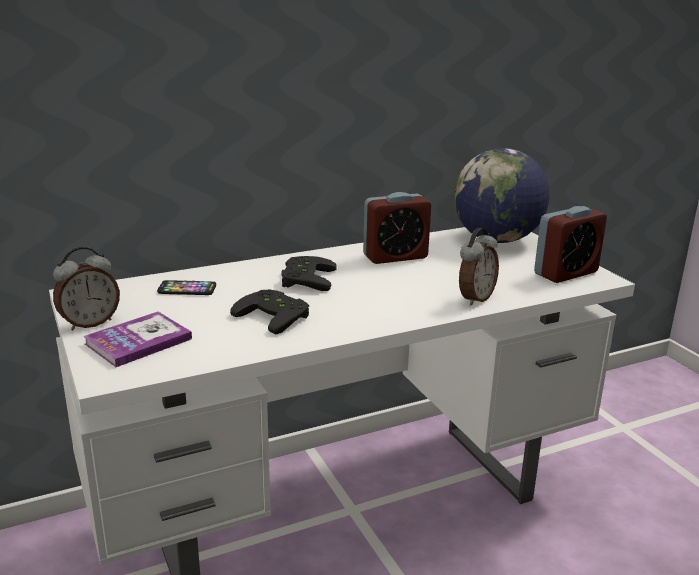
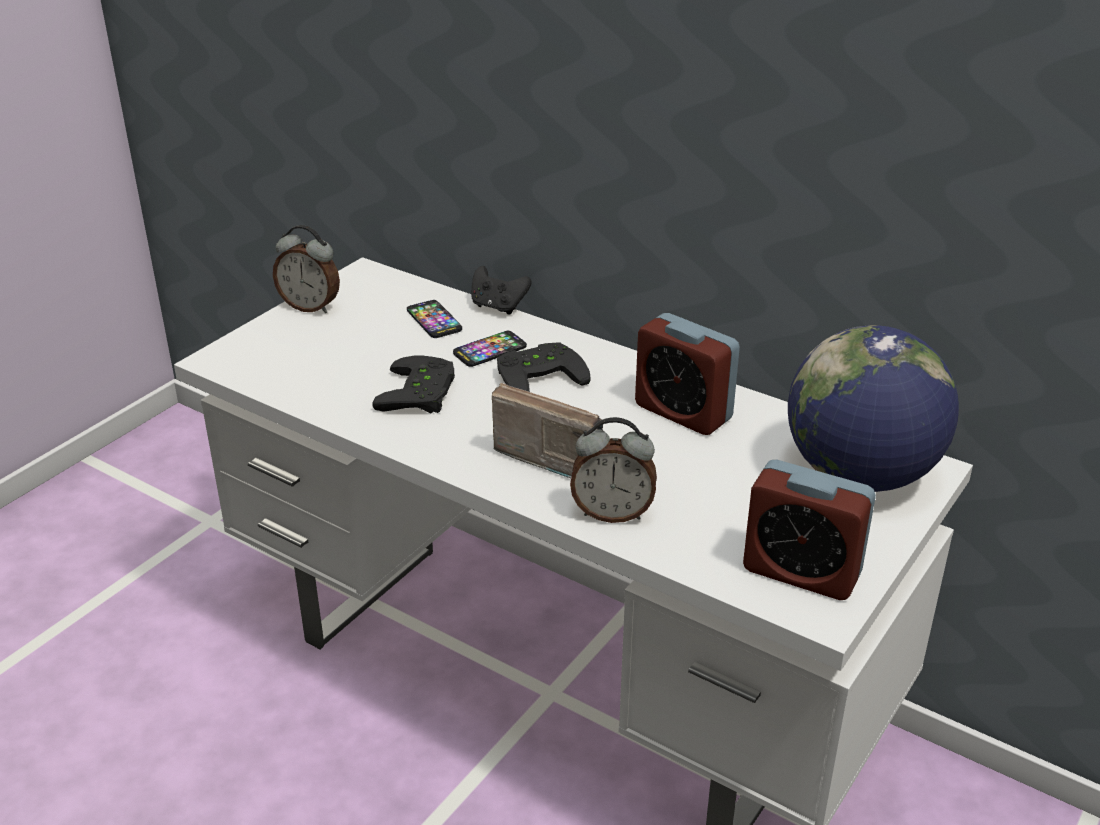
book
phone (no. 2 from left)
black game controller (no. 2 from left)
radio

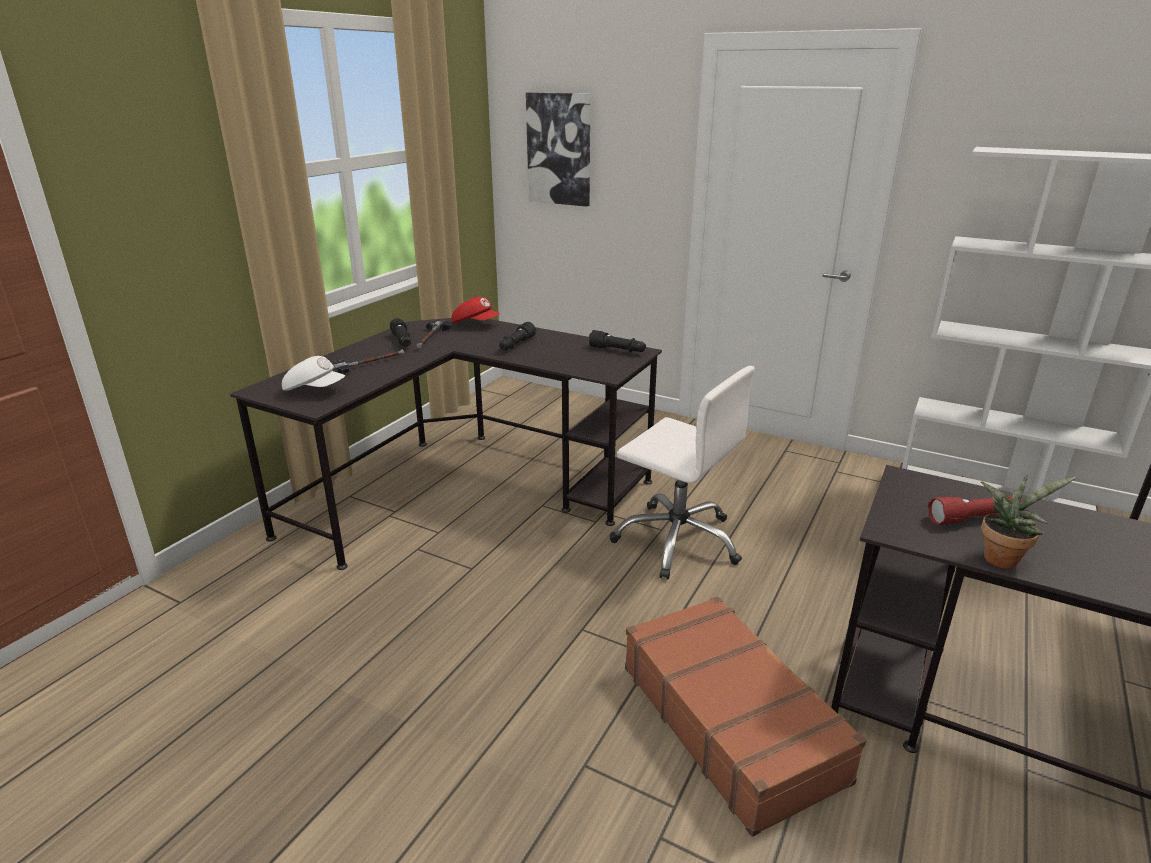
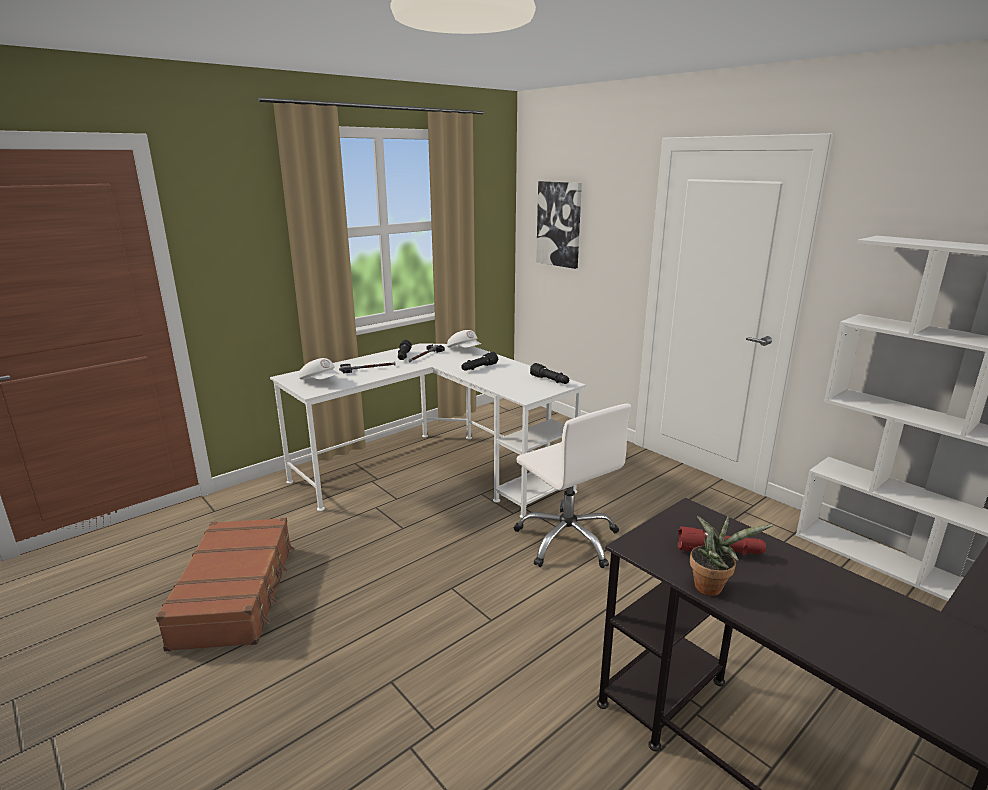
brown suitcase
white desk
white cap (no. 2 from left)

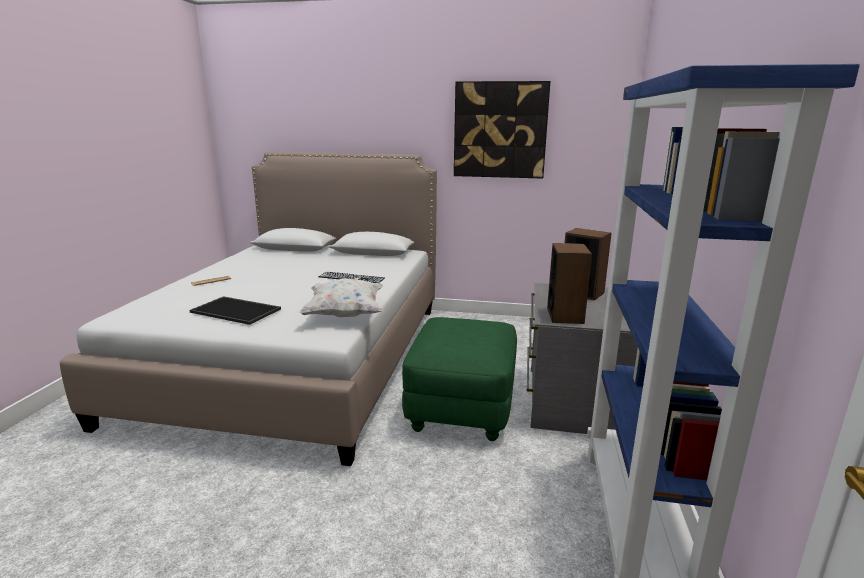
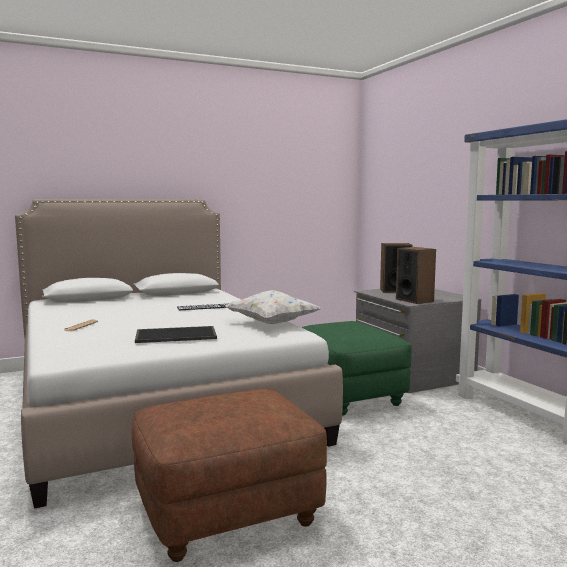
picture
brown ottoman

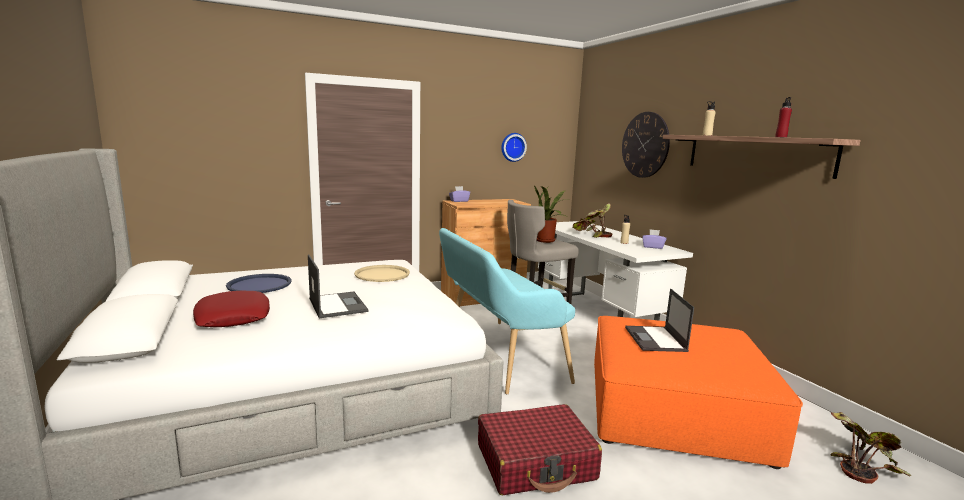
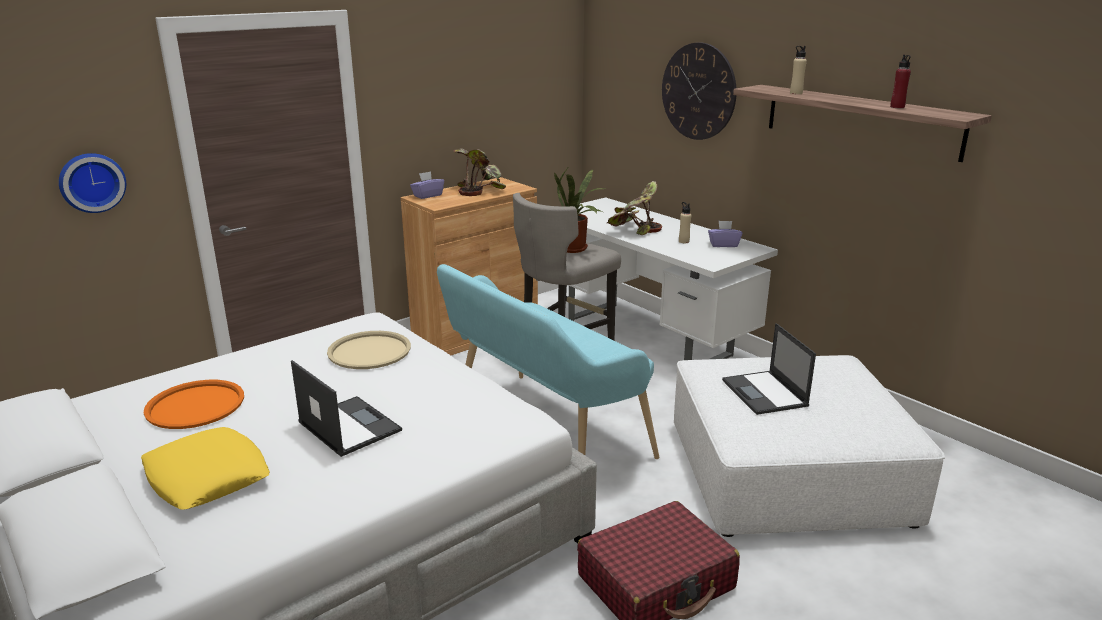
wall clock (no. 1 from left)
potted plant (no. 1 from left)
yellow pillow
orange tray
white ottoman

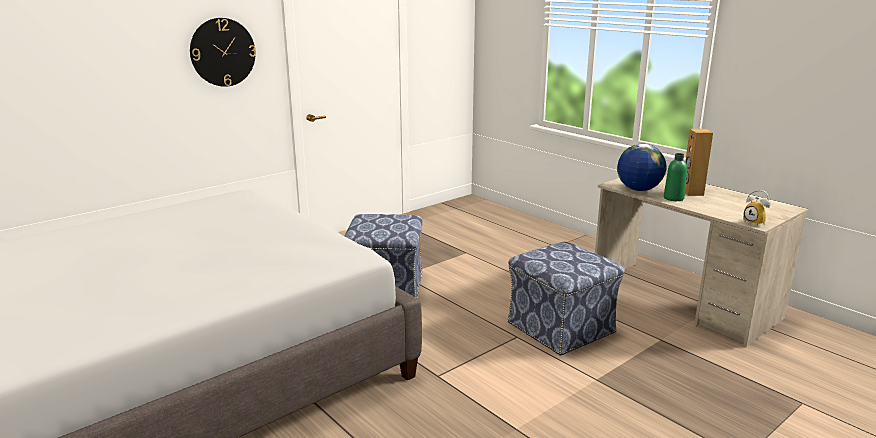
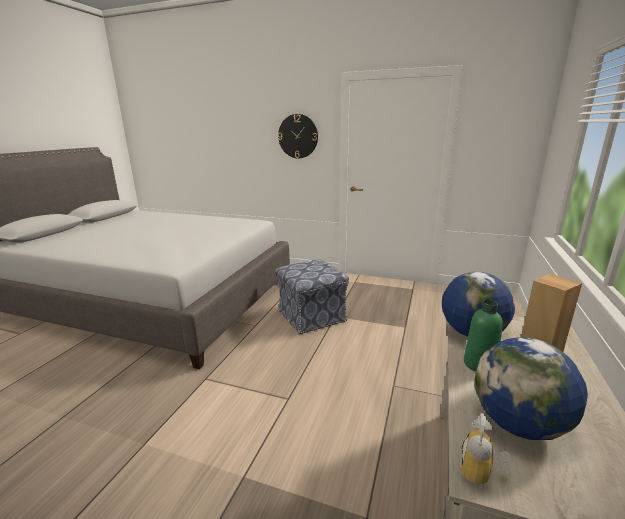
ottoman (no. 2 from left in the first image)
globe (no. 2 from left)

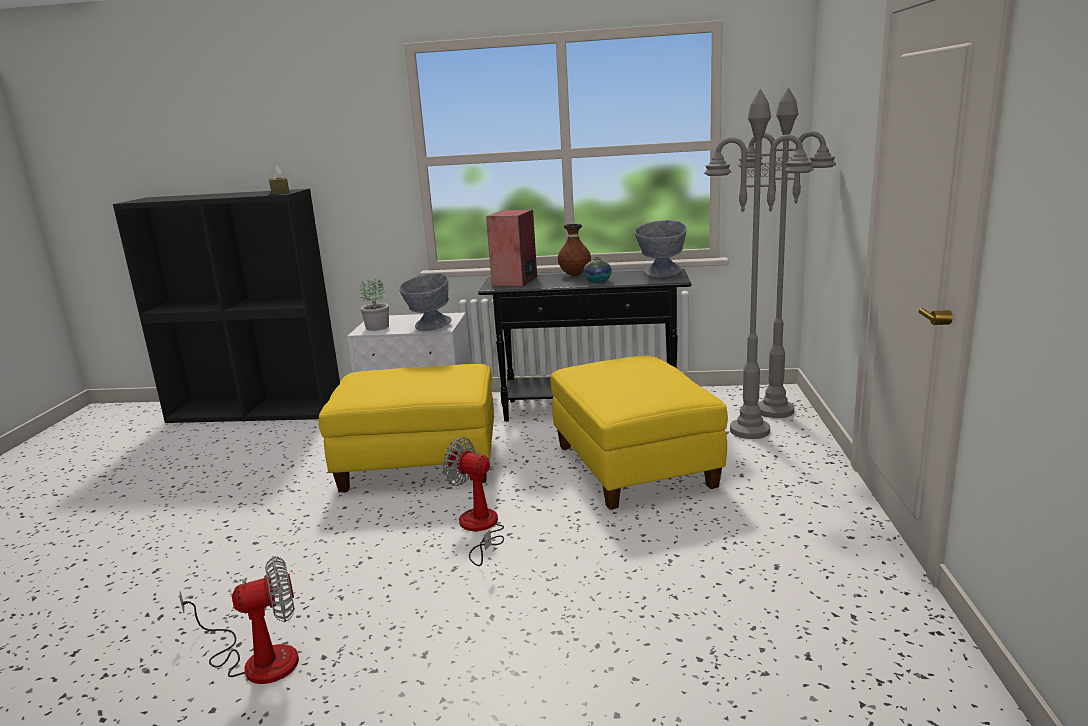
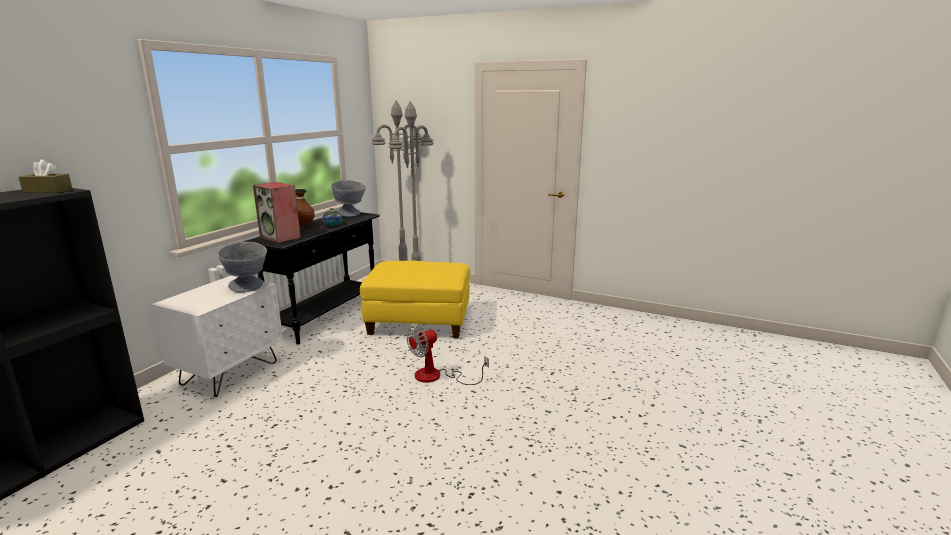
fan (no. 1 from left in the first image)
yellow ottoman (no. 1 from left in the first image)
potted plant

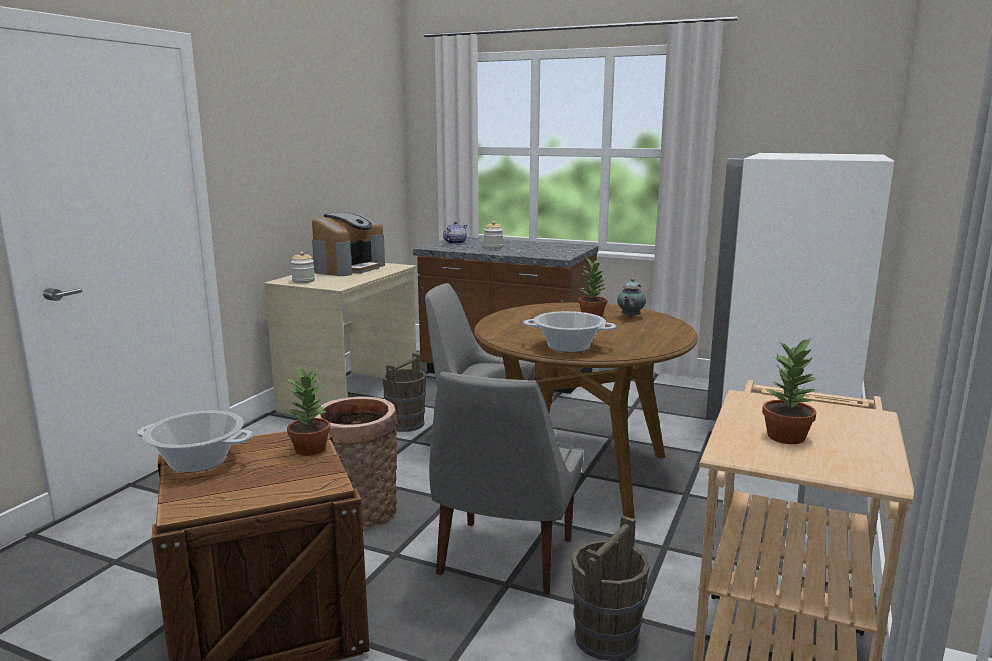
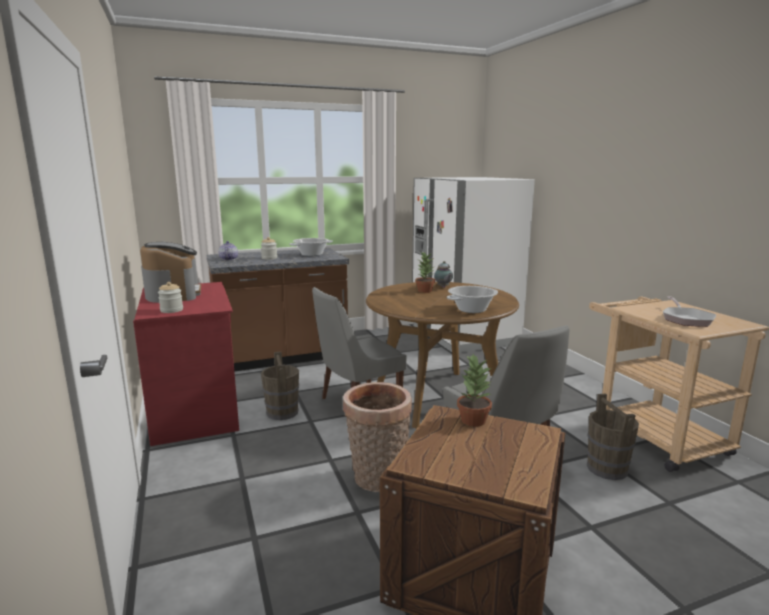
cooking pot (no. 1 from left)
frying pan
red desk

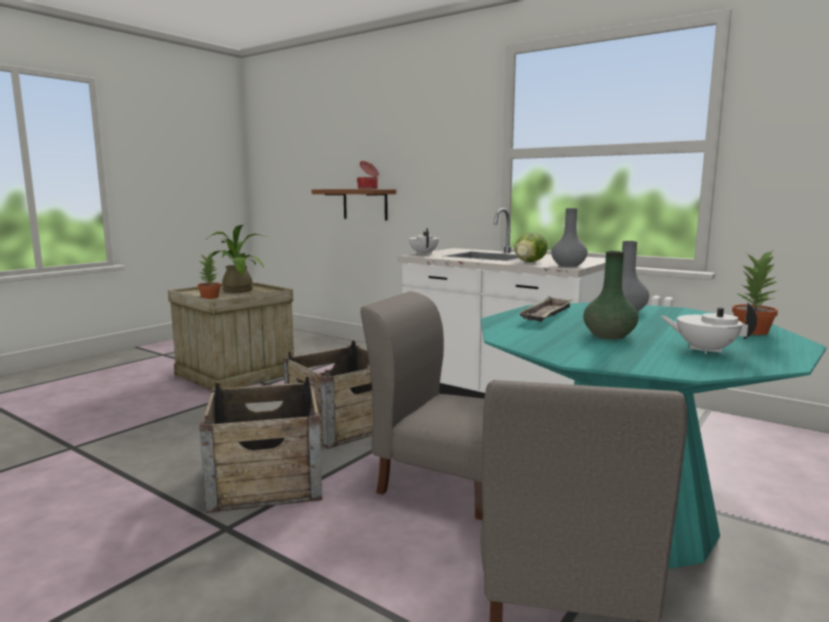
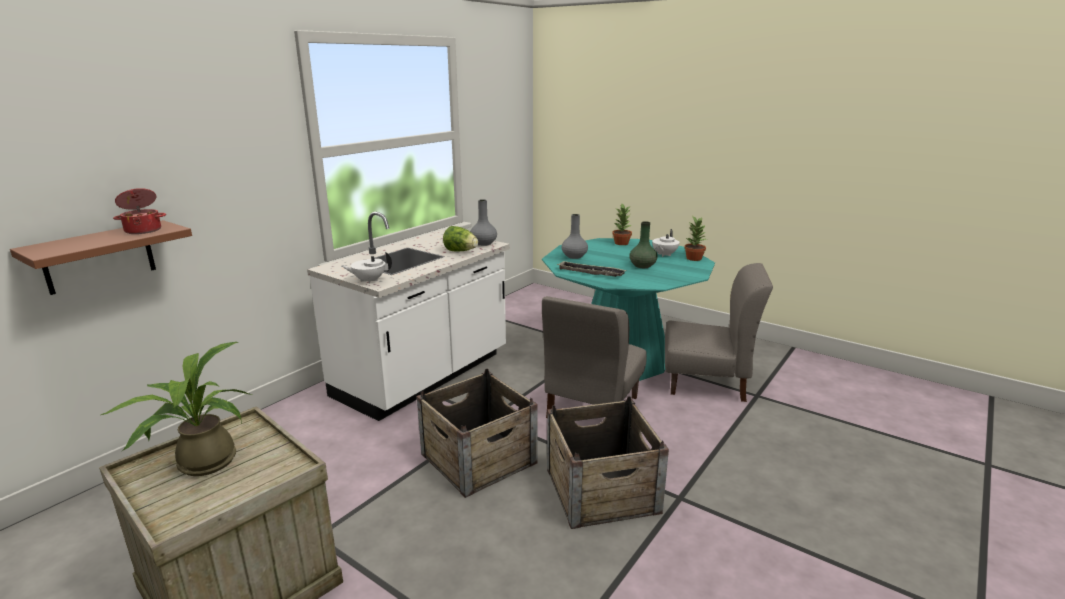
potted plant (no. 3 from left)

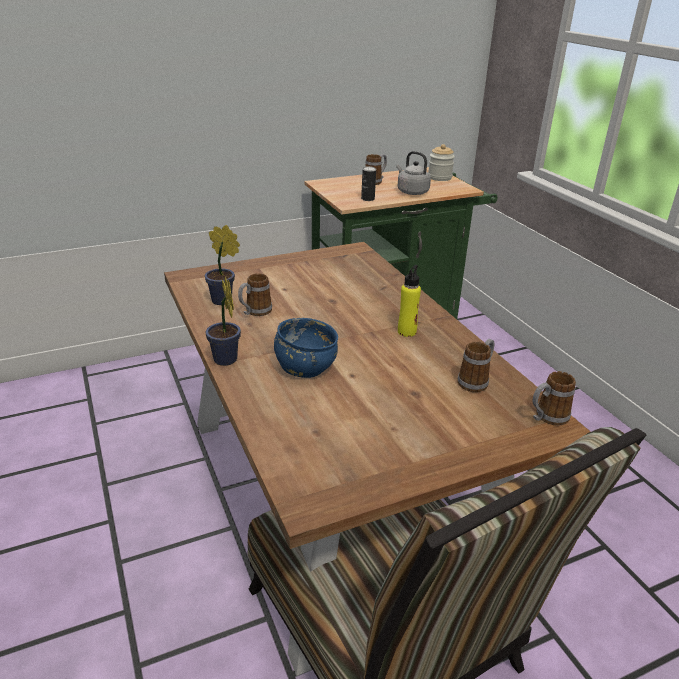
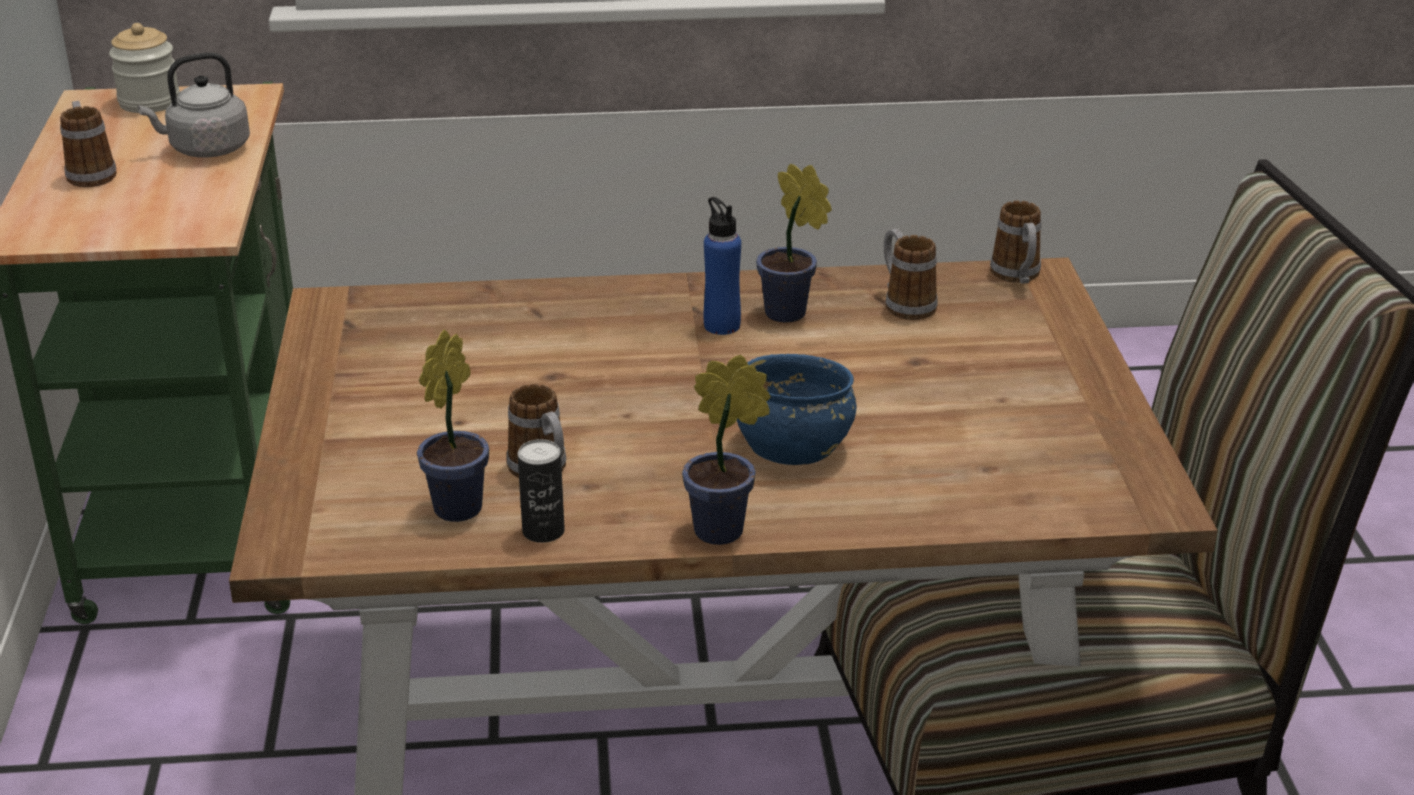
potted plant (no. 3 from left)
can
blue bottle

